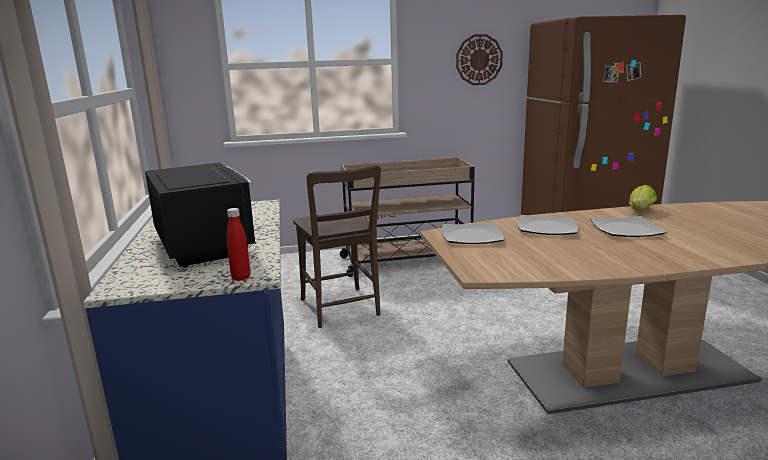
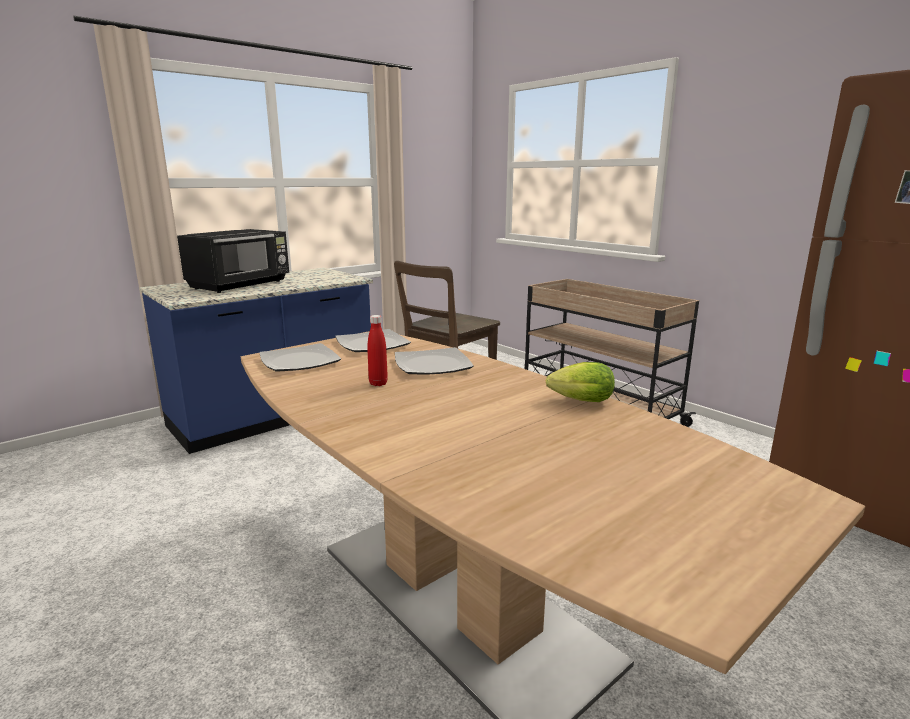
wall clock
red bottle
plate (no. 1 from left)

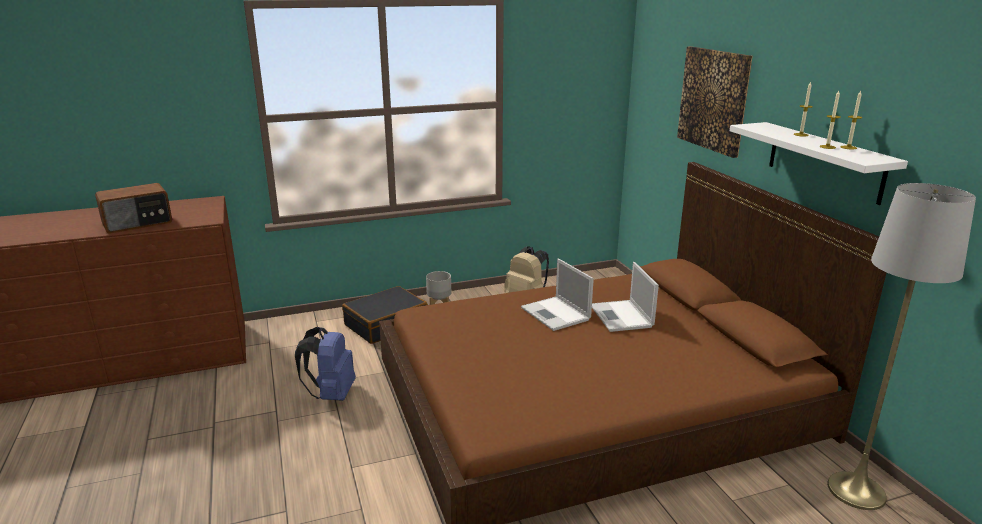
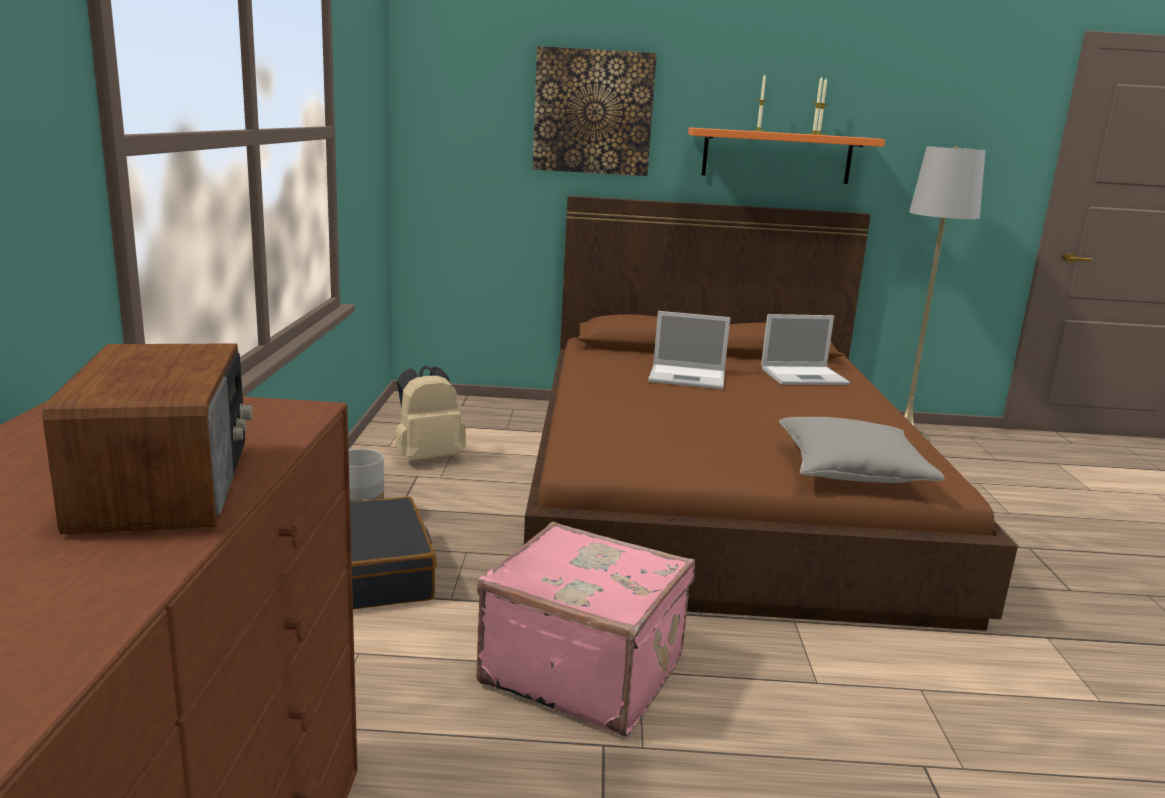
grey pillow
laptop (no. 2 from left)
pink suitcase
orange shelf

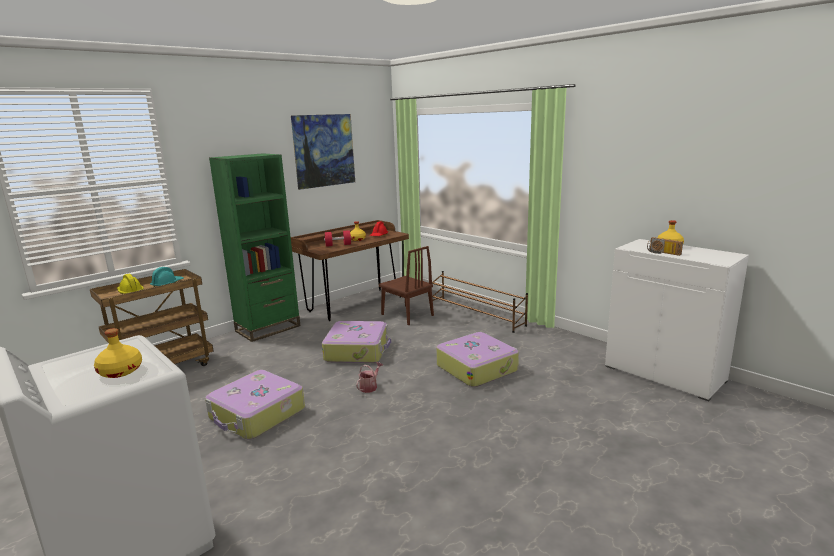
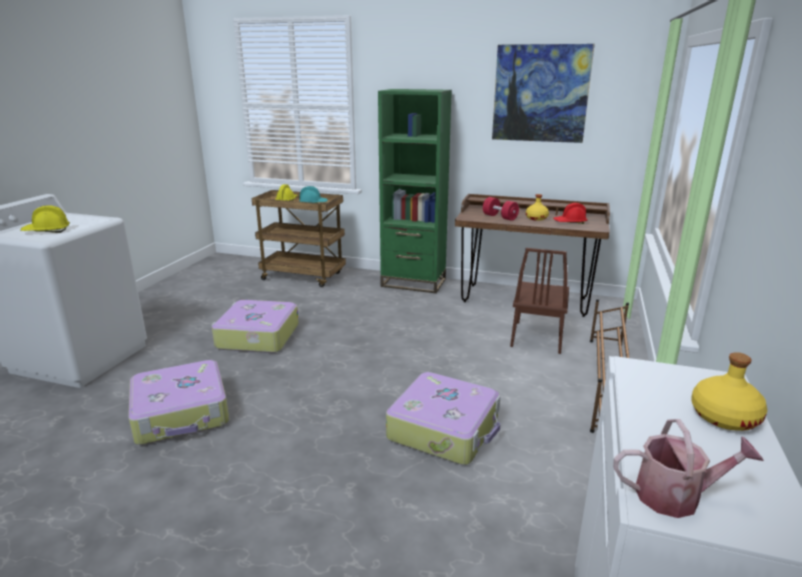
radio
suitcase (no. 1 from left)
watering can
yellow hard hat (no. 1 from left)

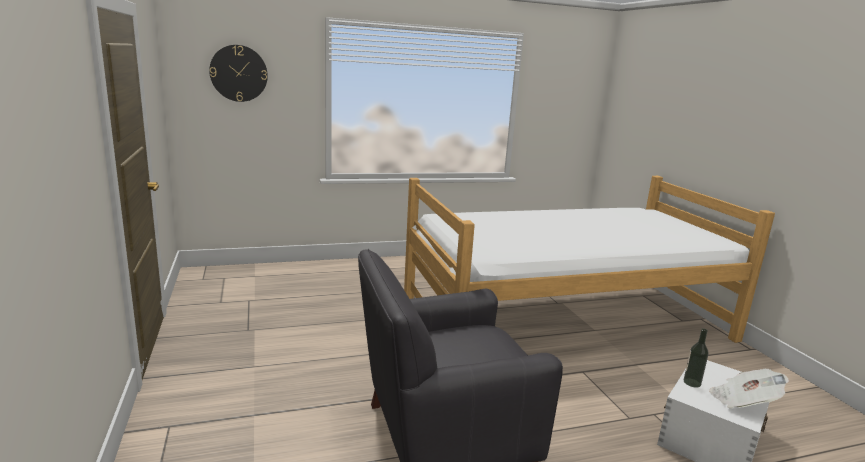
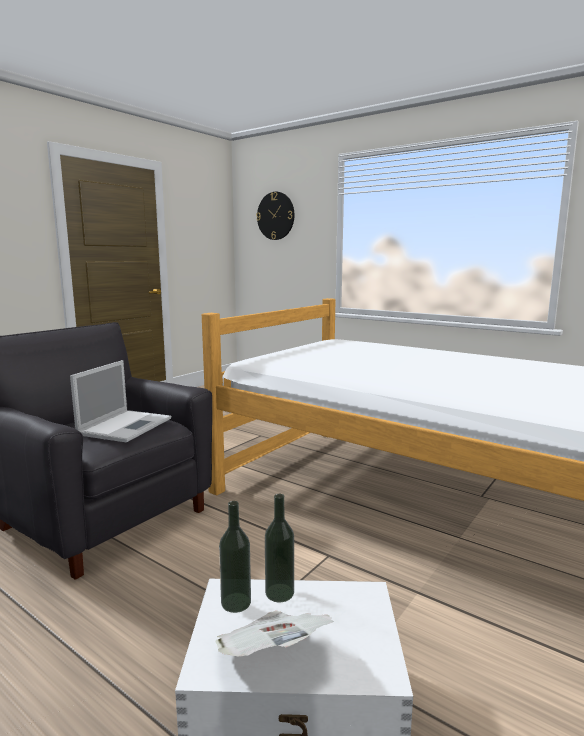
laptop
bottle (no. 1 from left)

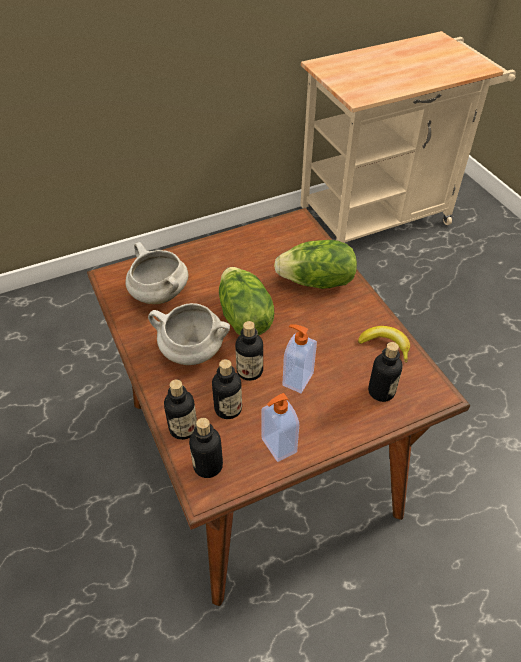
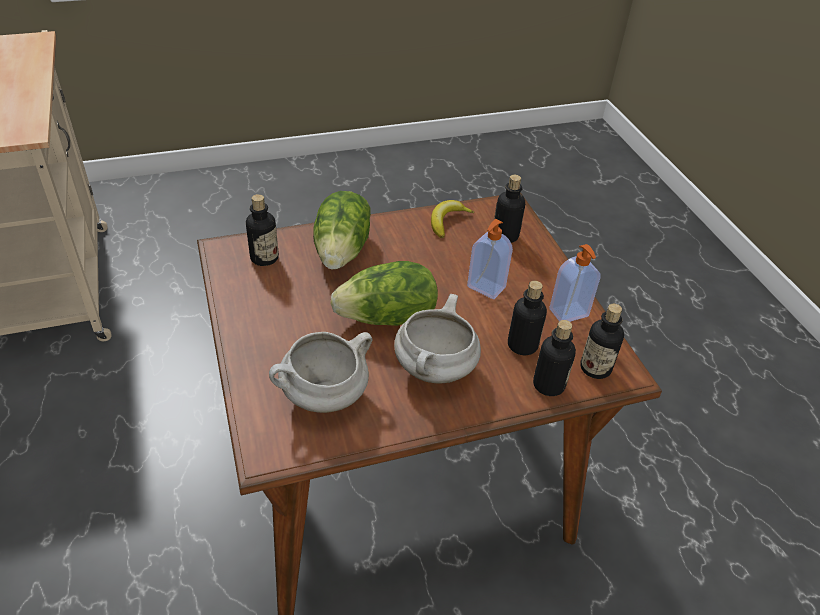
bottle (no. 1 from left)

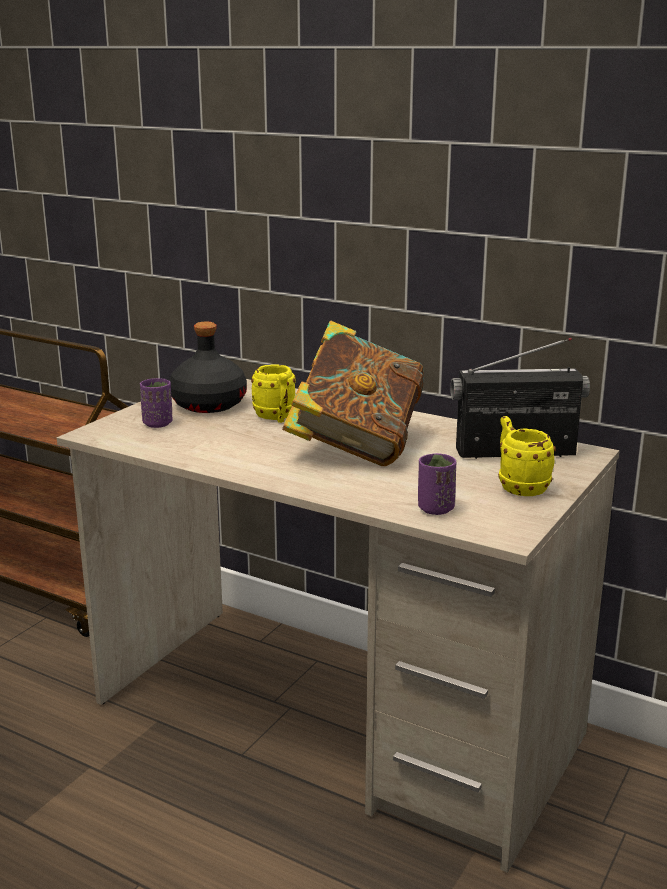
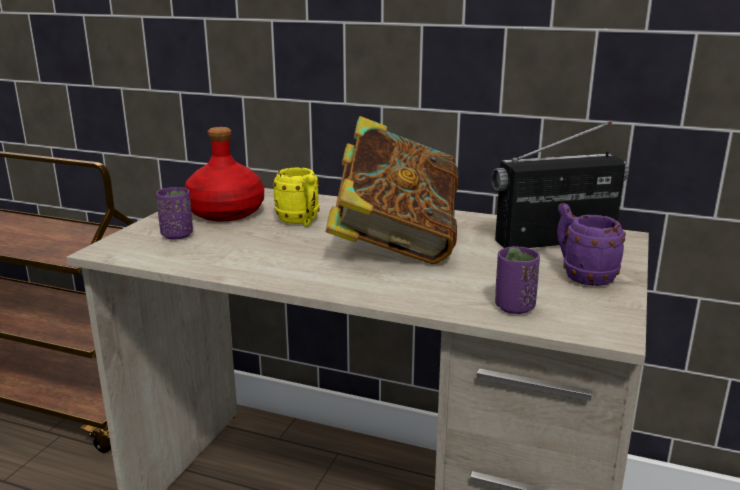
red bottle
purple mug

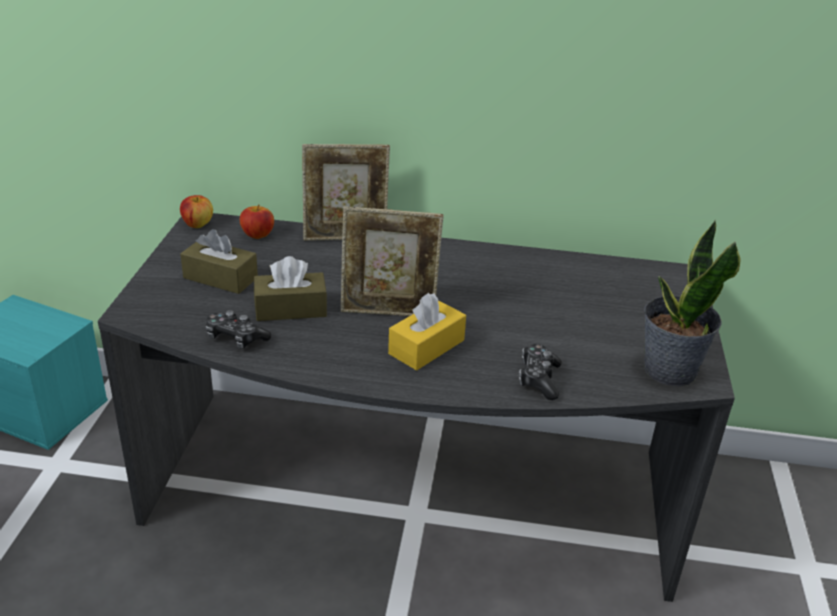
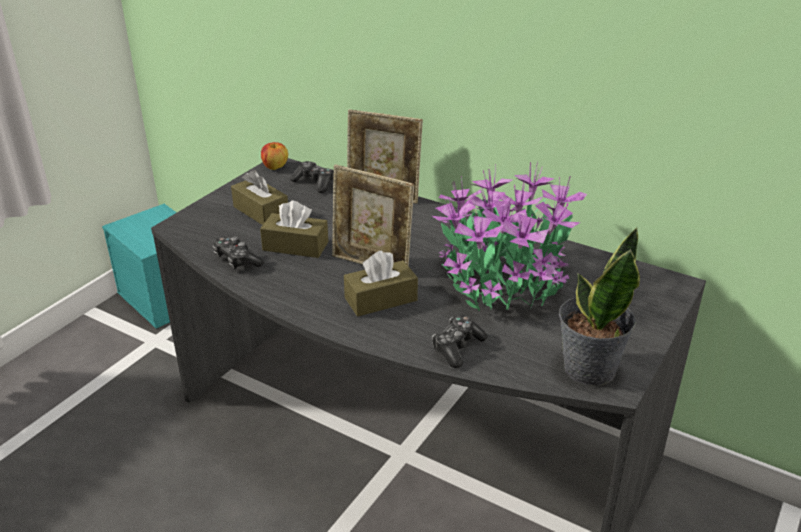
potted plant (no. 1 from left)
game controller (no. 2 from left)
brown tissue box (no. 3 from left)

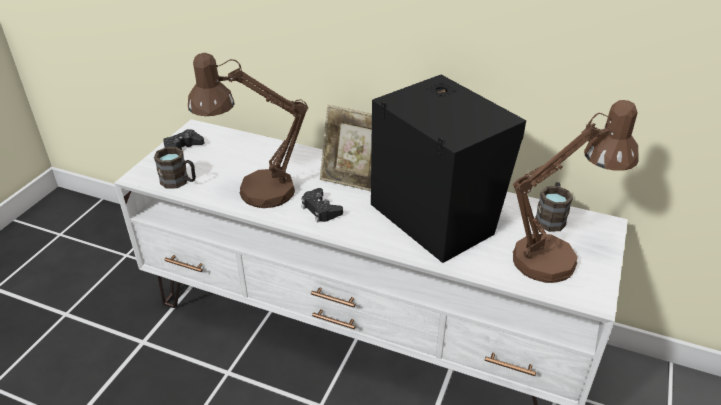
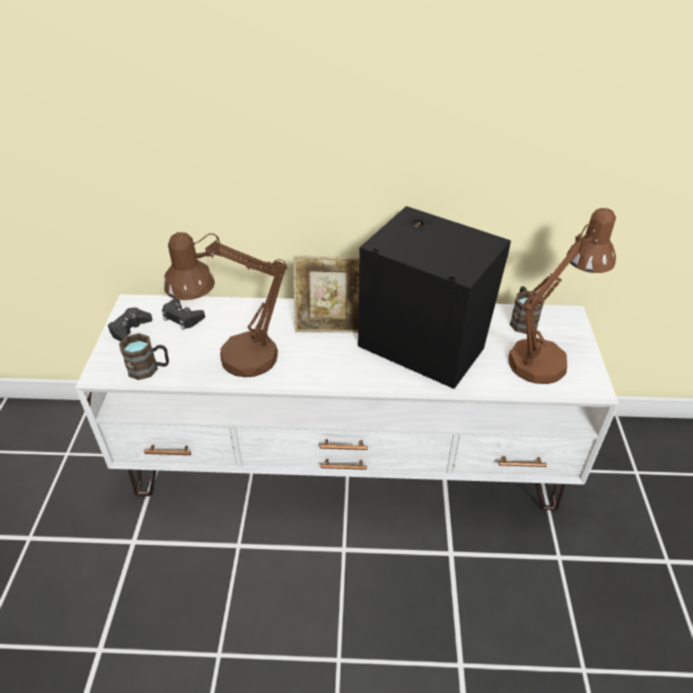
black game controller (no. 2 from left)

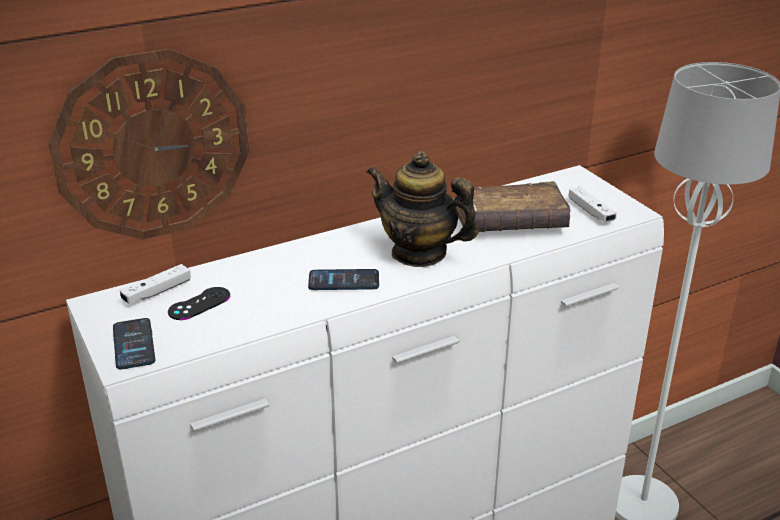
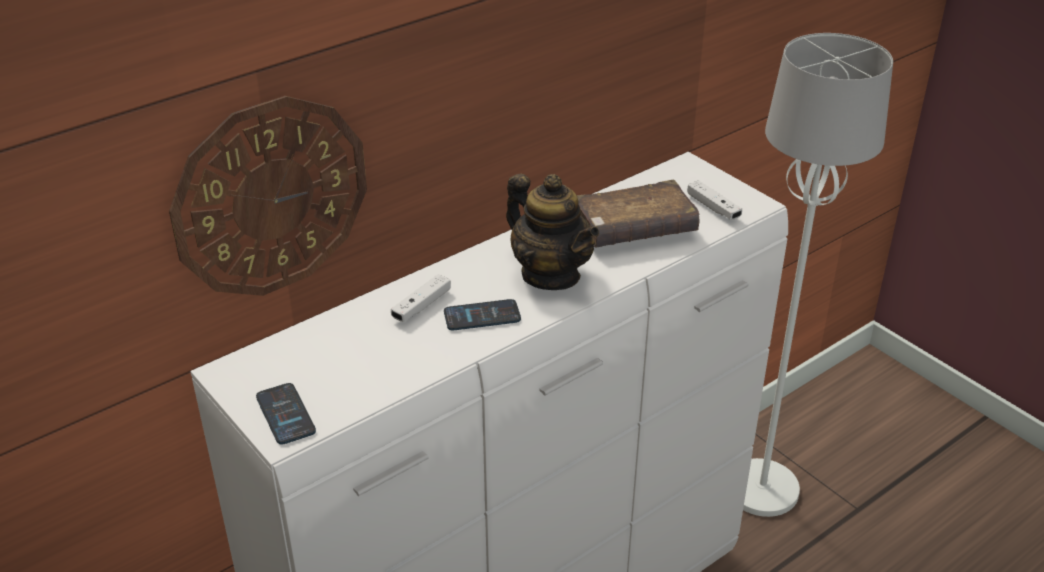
black game controller
white game controller (no. 1 from left)
teapot

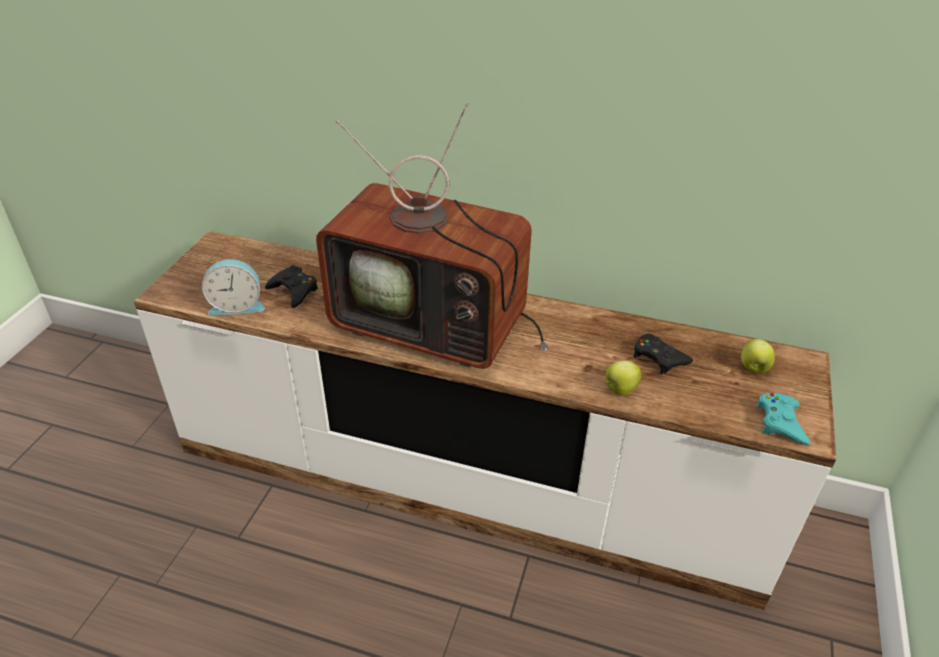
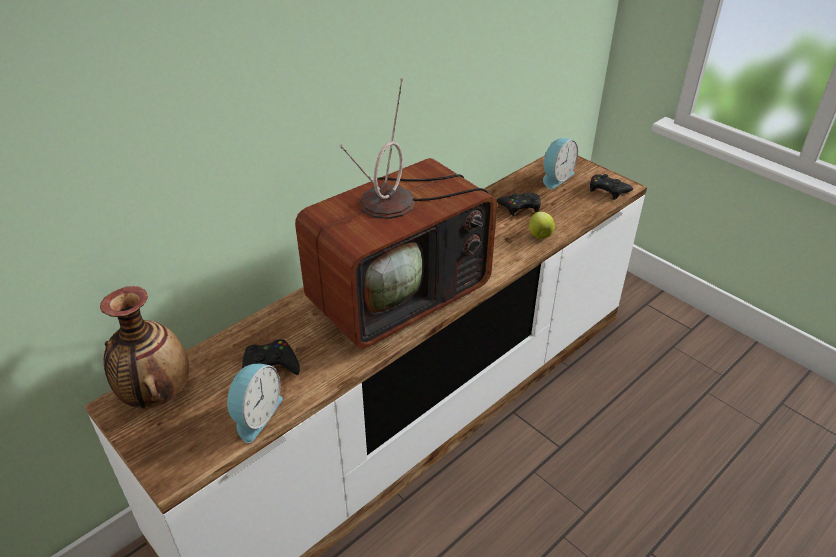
vase
alarm clock (no. 2 from left)
black game controller (no. 3 from left)

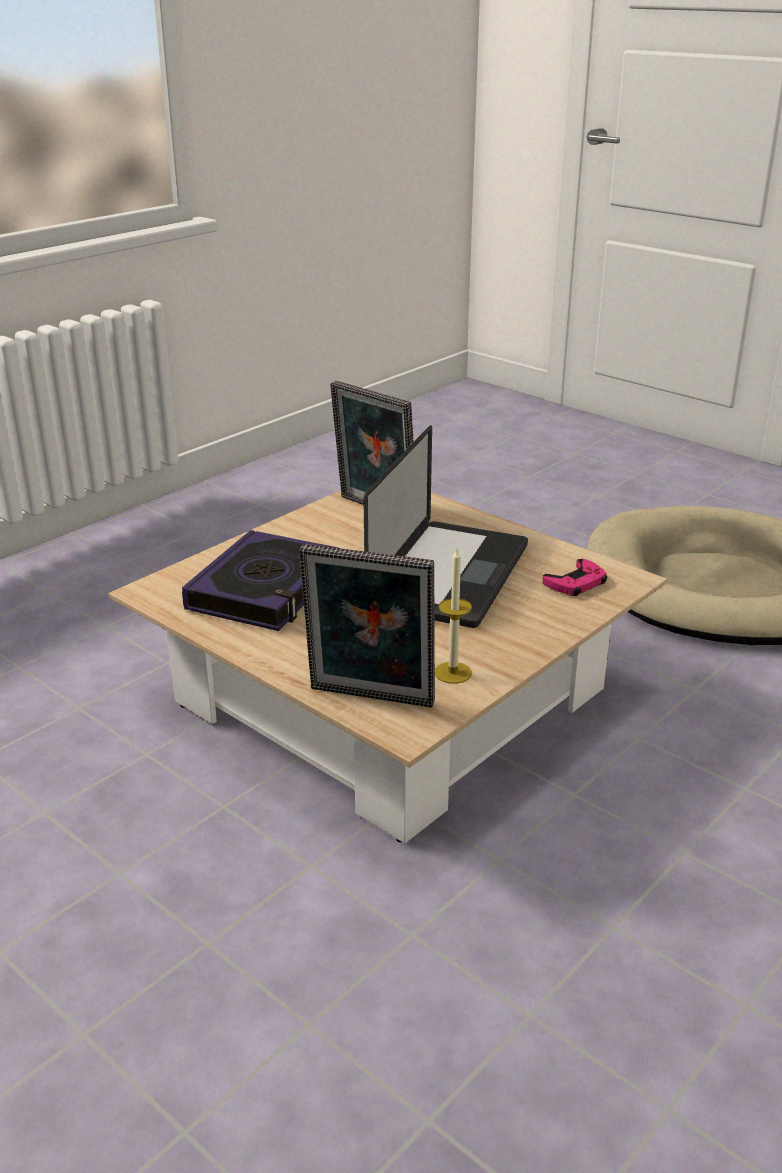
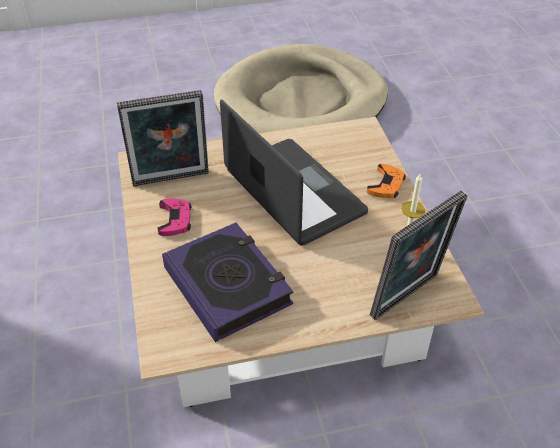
orange game controller
pink game controller

